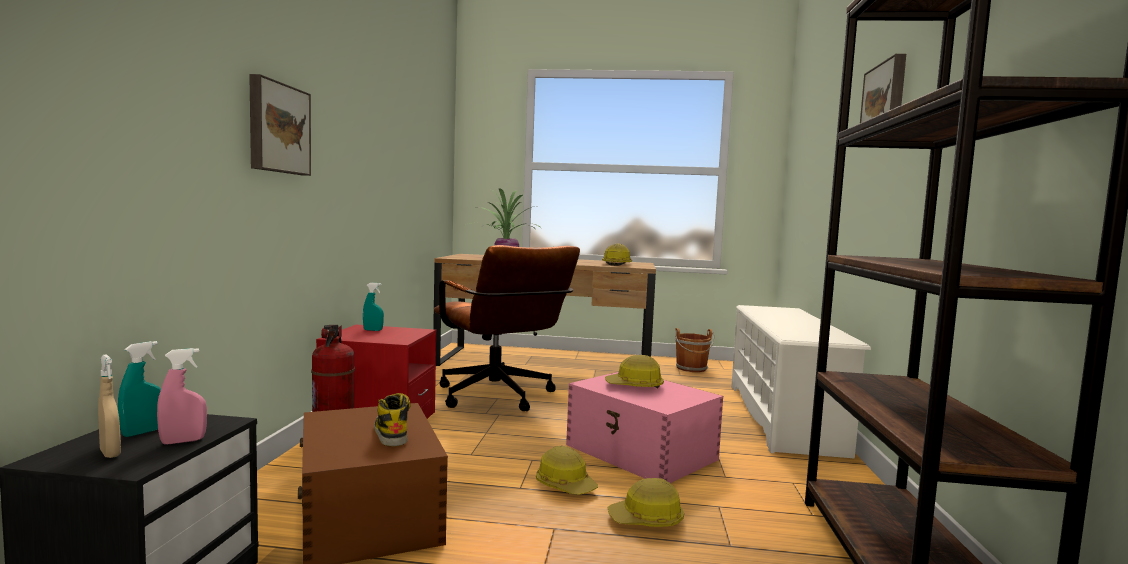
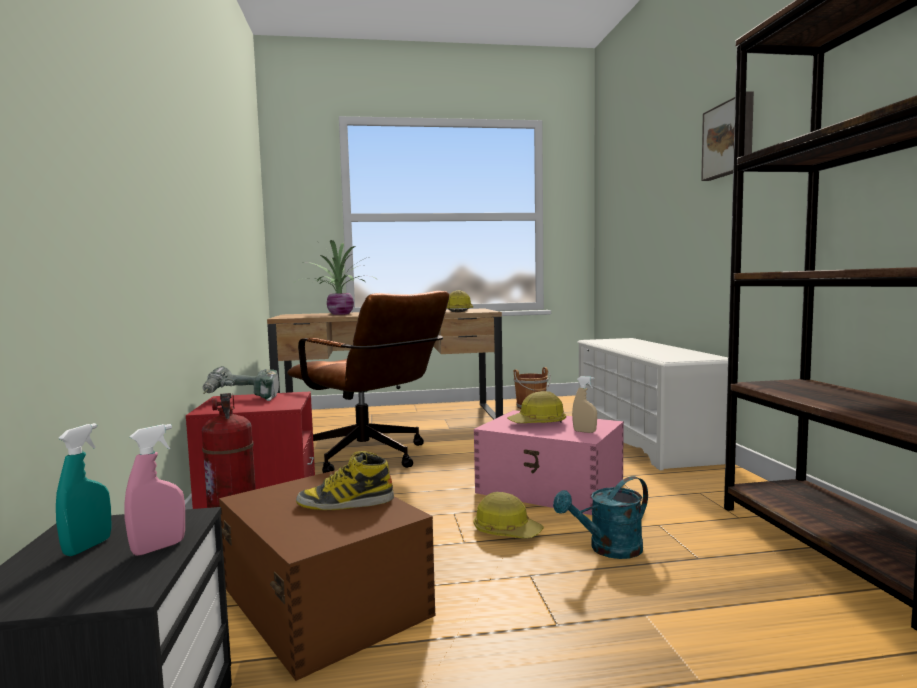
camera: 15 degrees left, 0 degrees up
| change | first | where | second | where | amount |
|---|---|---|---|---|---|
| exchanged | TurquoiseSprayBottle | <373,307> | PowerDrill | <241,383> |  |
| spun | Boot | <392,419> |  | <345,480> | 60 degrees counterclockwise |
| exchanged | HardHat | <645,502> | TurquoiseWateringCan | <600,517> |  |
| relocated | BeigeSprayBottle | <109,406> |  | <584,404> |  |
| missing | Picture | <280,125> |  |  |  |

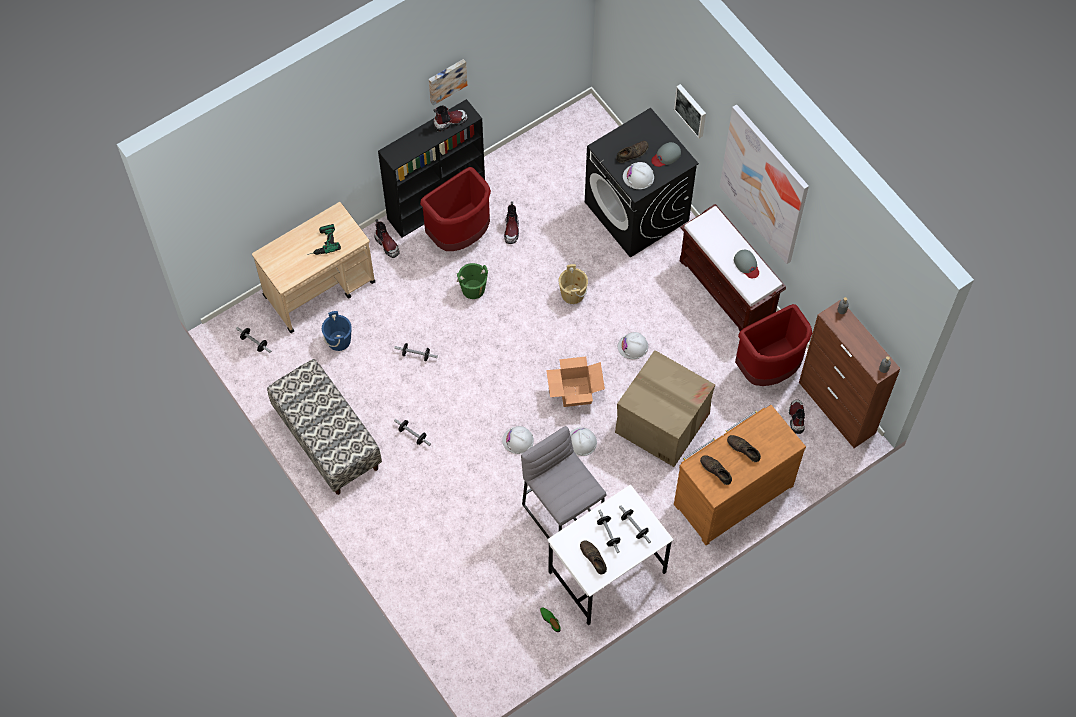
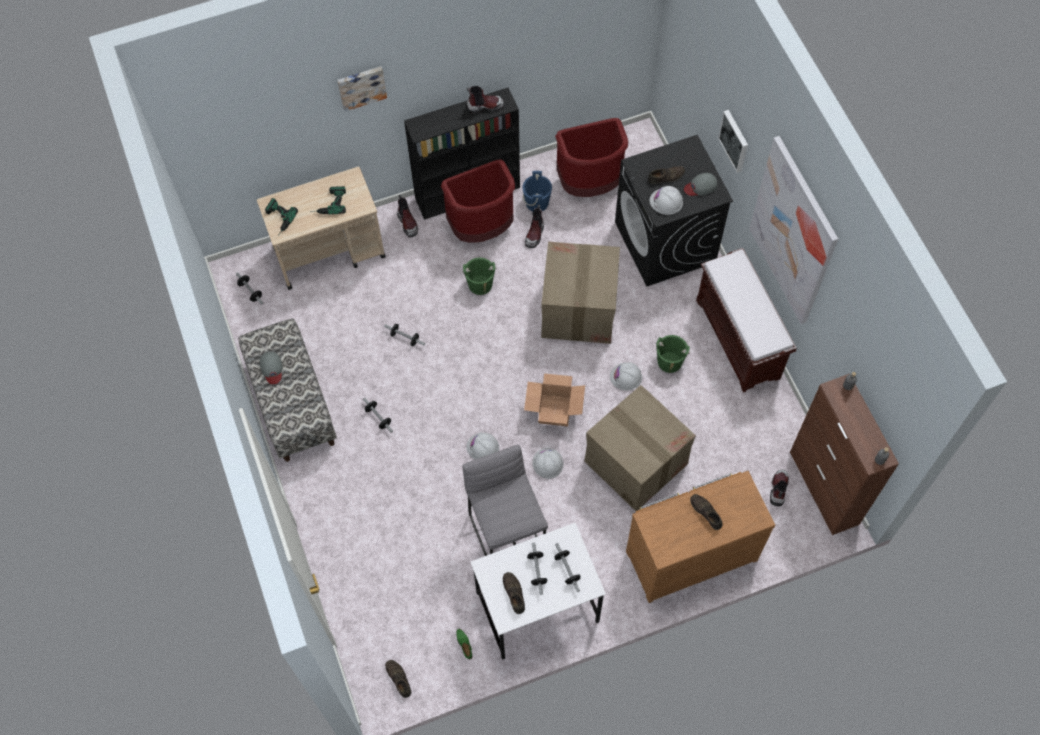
camera: 15 degrees right, 0 degrees up
| change | first | where | second | where | amount |
|---|---|---|---|---|---|
| relocated | GreyCap | <746,264> |  | <271,368> |  |
| appeared |  |  | PowerDrill | <281,217> |  |
| relocated | Picture | <448,82> |  | <362,88> |  |
| relocated | BrownShoe | <716,470> |  | <398,679> |  |
| relocated | BlueBucket | <337,331> |  | <537,191> |  |
| exchanged | BeigeBucket | <573,284> | CardboardBox | <580,292> |  |
| relocated | RedTrashCan | <773,345> |  | <591,157> |  |
| appeared |  |  | GreenBucket | <673,354> |  |

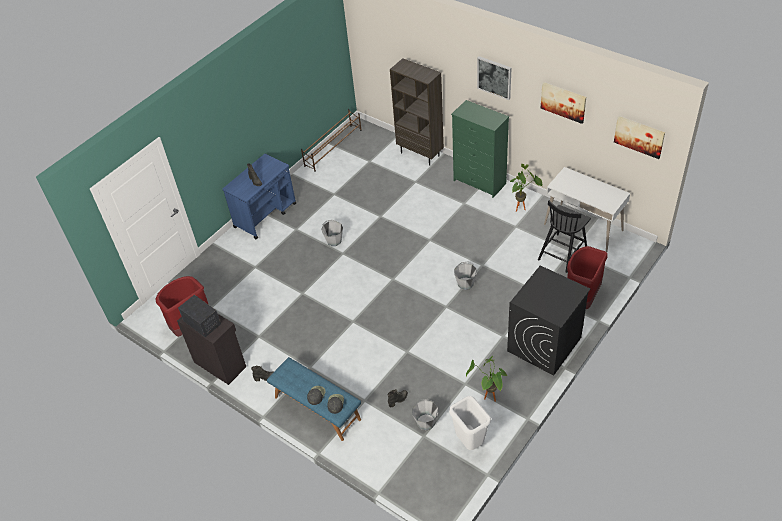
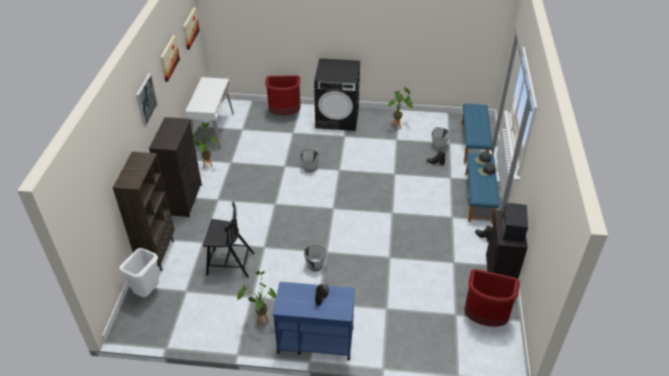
camera: 125 degrees left, 5 degrees down
| change | first | where | second | where | amount |
|---|---|---|---|---|---|
| relocated | WhiteTrashCan | <470,423> |  | <139,272> |  |
| colour | GreenDresser | <480,149> | BlackDresser | <175,167> |  |
| relocated | BlackChair | <564,236> |  | <228,239> |  |
| appeared |  |  | PottedPlant | <256,298> |  |
| appeared |  |  | BlueBench | <477,134> |  |
| missing | BrownShoeRack | <331,140> |  |  |  |

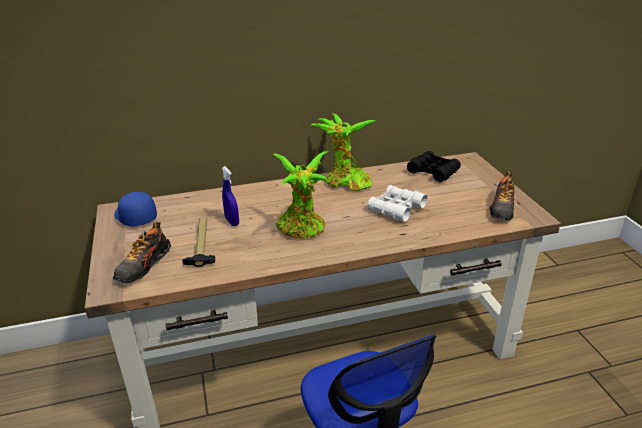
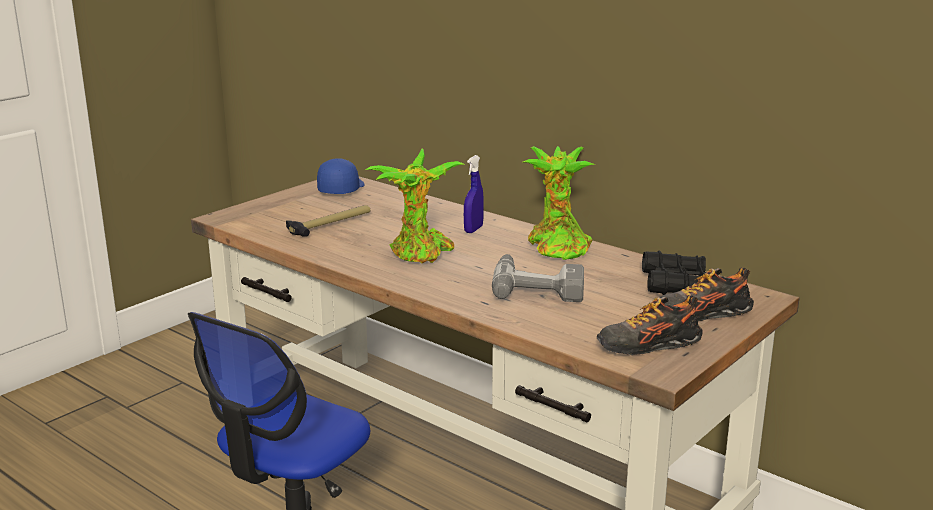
camera: 55 degrees right, 10 degrees down
| change | first | where | second | where | amount |
|---|---|---|---|---|---|
| relocated | BlueSprayBottle | <230,196> |  | <474,194> |  |
| exchanged | WhiteBinoculars | <397,203> | PowerDrill | <538,278> |  |
| relocated | Shoe | <142,252> |  | <706,294> |  |

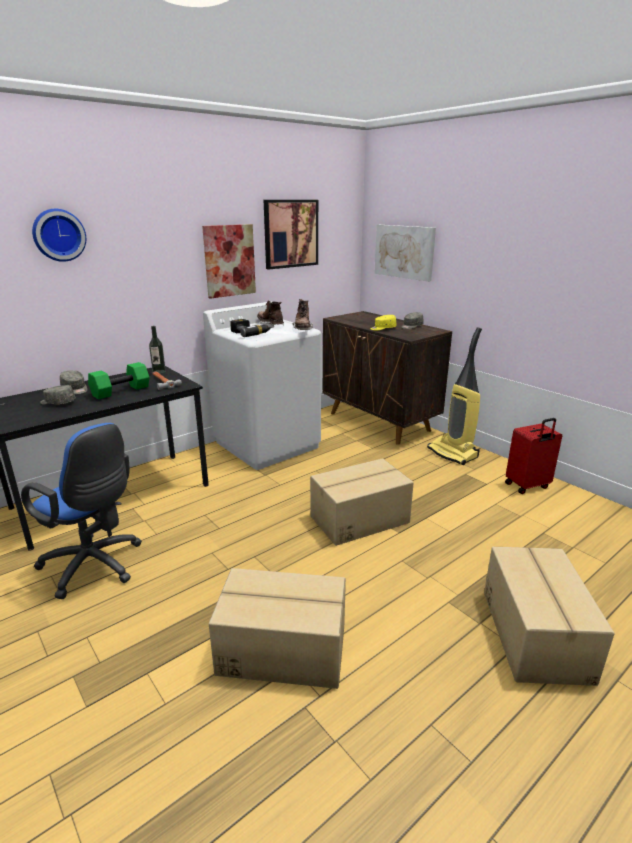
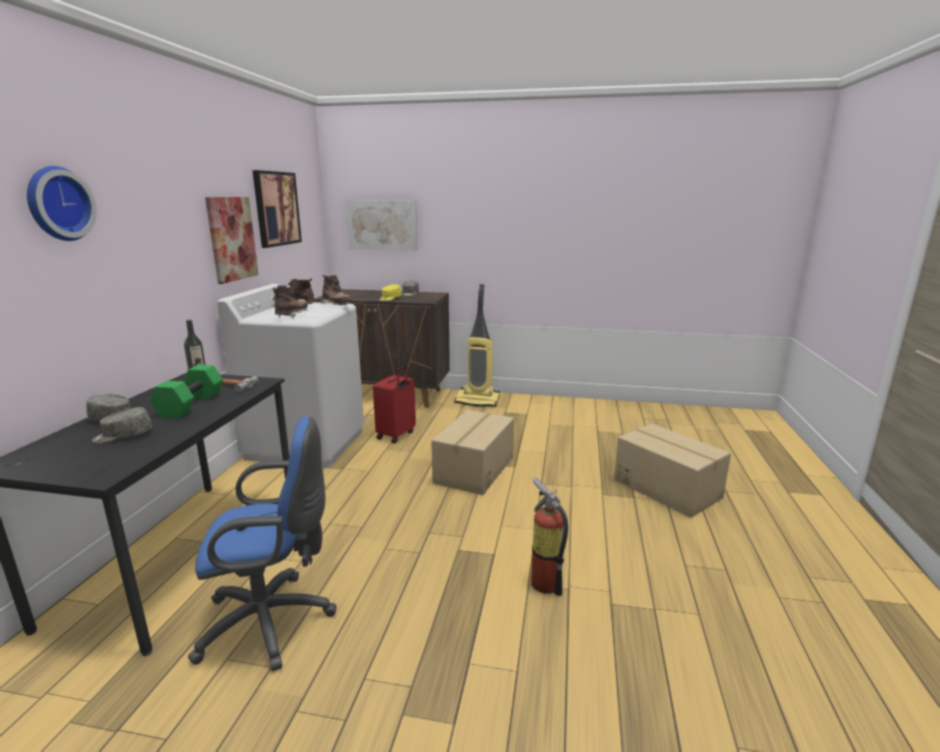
camera: 40 degrees left, 5 degrees down
| change | first | where | second | where | amount |
|---|---|---|---|---|---|
| exchanged | PowerDrill | <251,328> | BrownBoot | <290,301> |  |
| relocated | RedSuitcase | <533,456> |  | <394,404> |  |
| exchanged | CardboardBox | <277,628> | FireExtinguisher | <549,536> |  |

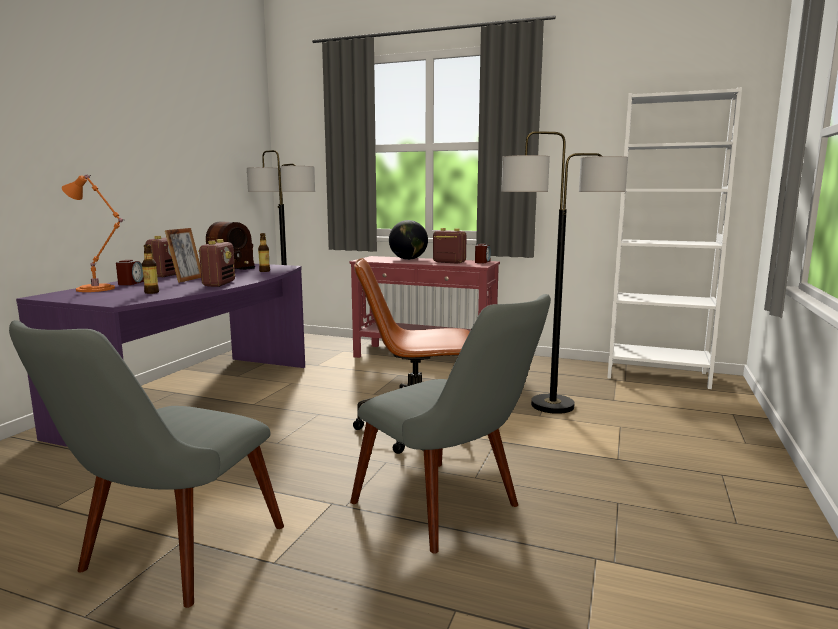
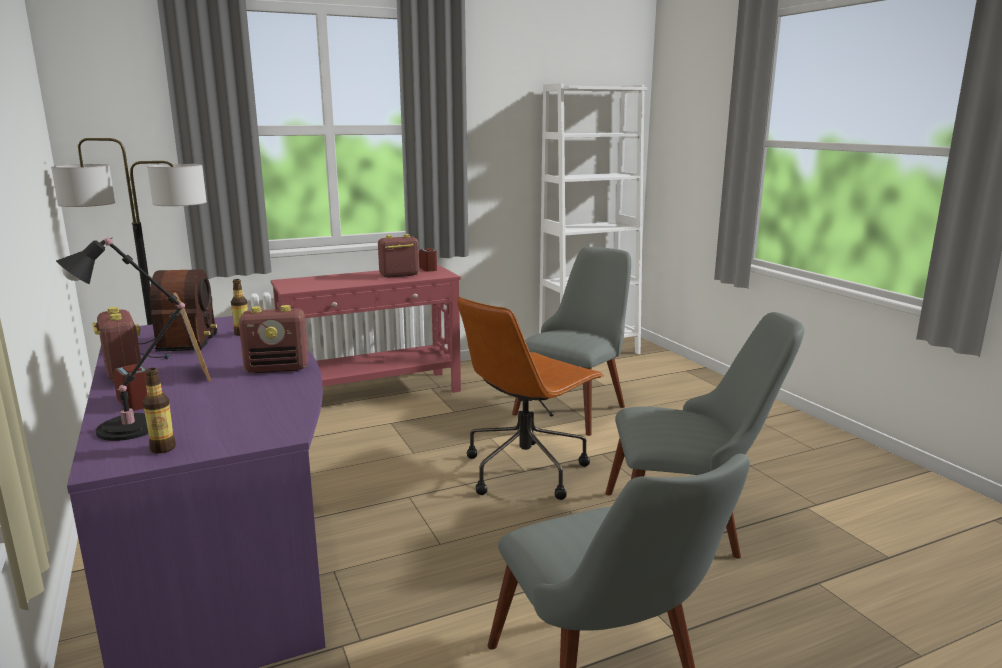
camera: 45 degrees left, 5 degrees up
| change | first | where | second | where | amount |
|---|---|---|---|---|---|
| colour | OrangeTableLamp | <92,233> | BlackTableLamp | <121,339> |  |
| relocated | Bottle | <150,269> |  | <159,410> |  |
| spun | Radio | <216,263> |  | <273,339> | 120 degrees clockwise |
| exchanged | FloorLamp | <564,272> | GreyChair | <571,341> |  |
| missing | Globe | <408,240> |  |  |  |

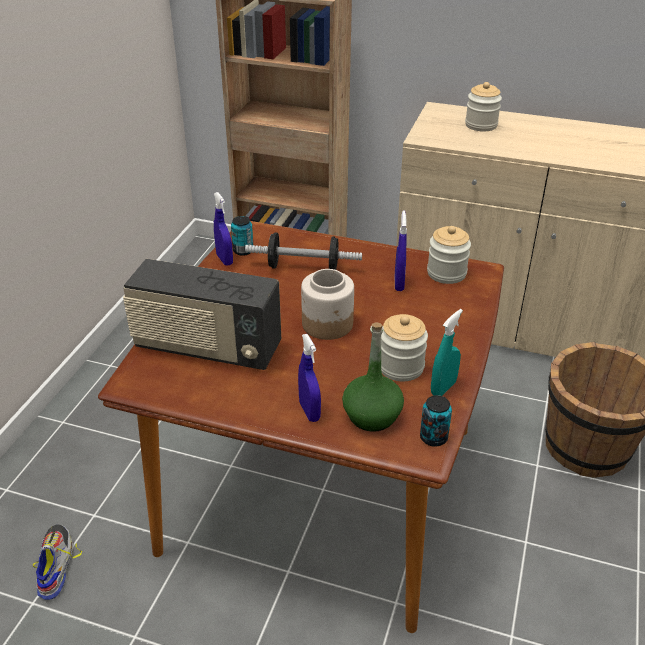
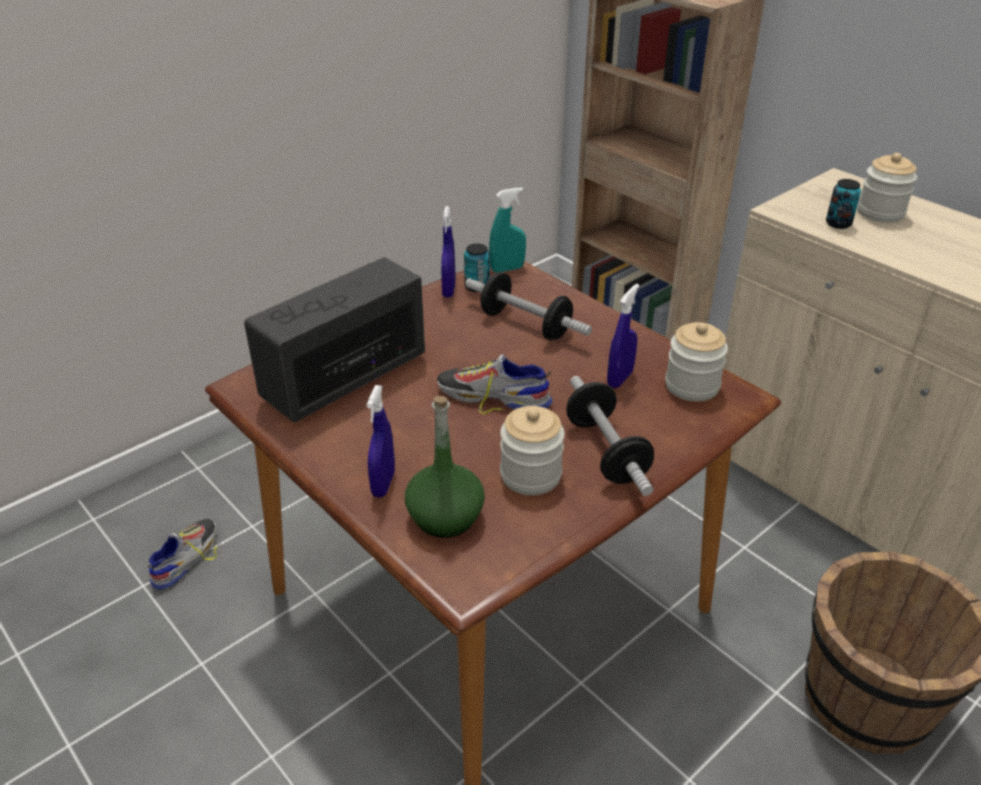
camera: 30 degrees right, 0 degrees up
| change | first | where | second | where | amount |
|---|---|---|---|---|---|
| spun | Radio | <202,314> |  | <334,339> | 90 degrees clockwise |
| exchanged | Jar | <327,304> | Shoe | <495,385> |  |
| relocated | TurquoiseSprayBottle | <447,352> |  | <507,230> |  |
| appeared |  |  | Dumbbell | <610,436> |  |
| relocated | Can | <436,421> |  | <843,204> |  |

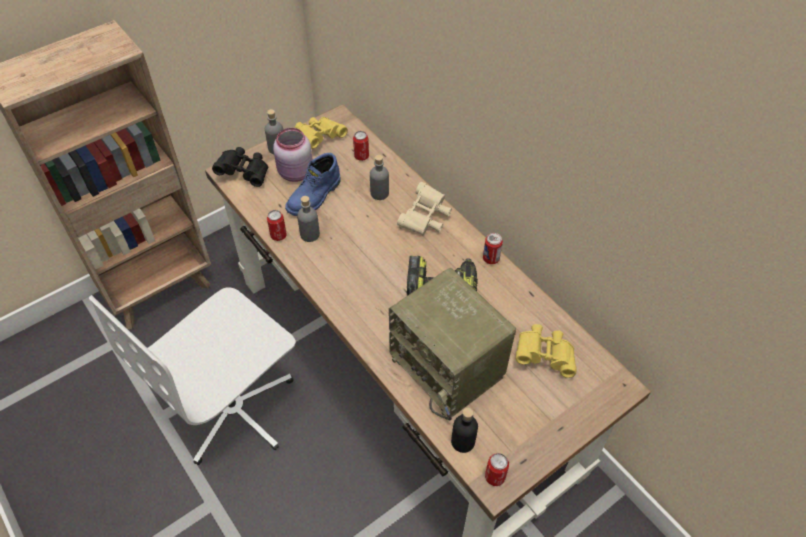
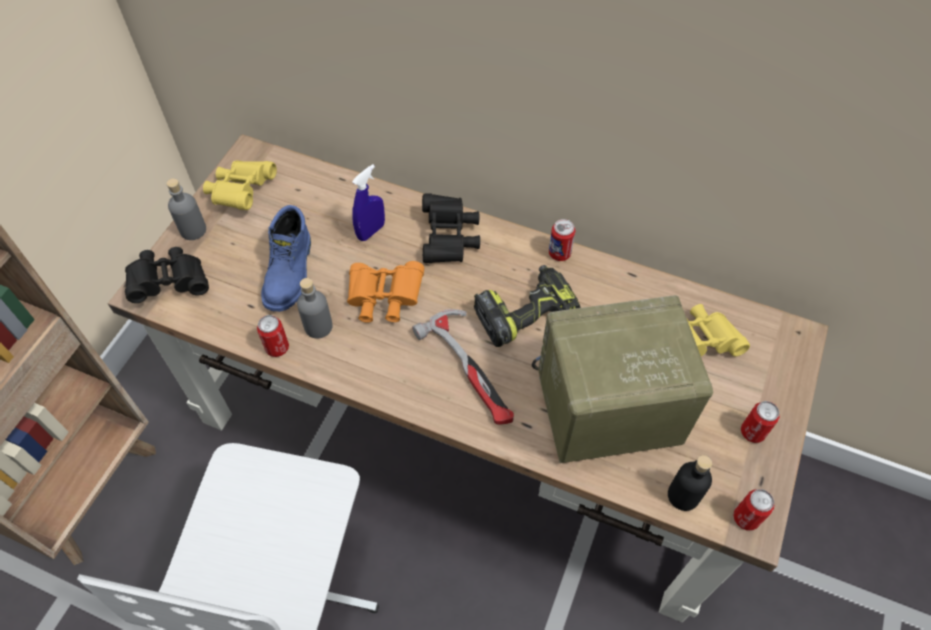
camera: 30 degrees left, 5 degrees up
| change | first | where | second | where | amount |
|---|---|---|---|---|---|
| appeared |  |  | OrangeBinoculars | <385,292> |  |
| exchanged | GreyBottle | <379,177> | BlueSprayBottle | <368,202> |  |
| appeared |  |  | Hammer | <463,367> |  |
| colour | BeigeBinoculars | <424,209> | BlackBinoculars | <451,228> |  |
| spun | Radio | <452,344> |  | <622,379> | 150 degrees clockwise |
| relocated | Can | <361,146> |  | <760,422> |  |
| missing | PinkJar | <293,155> |  |  |  |

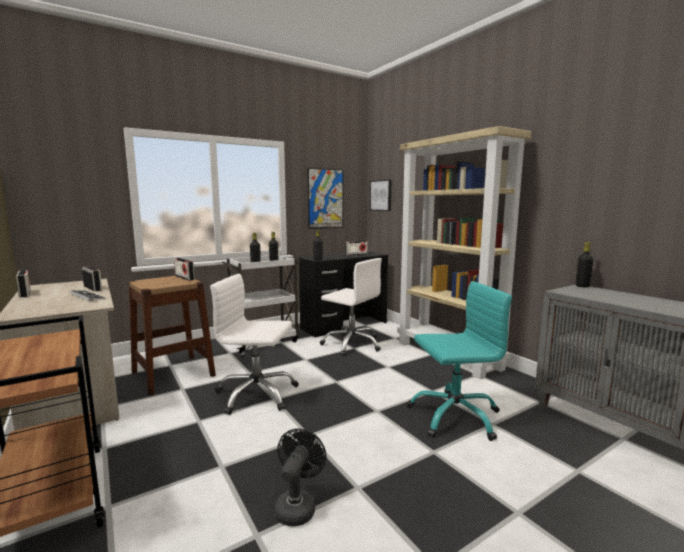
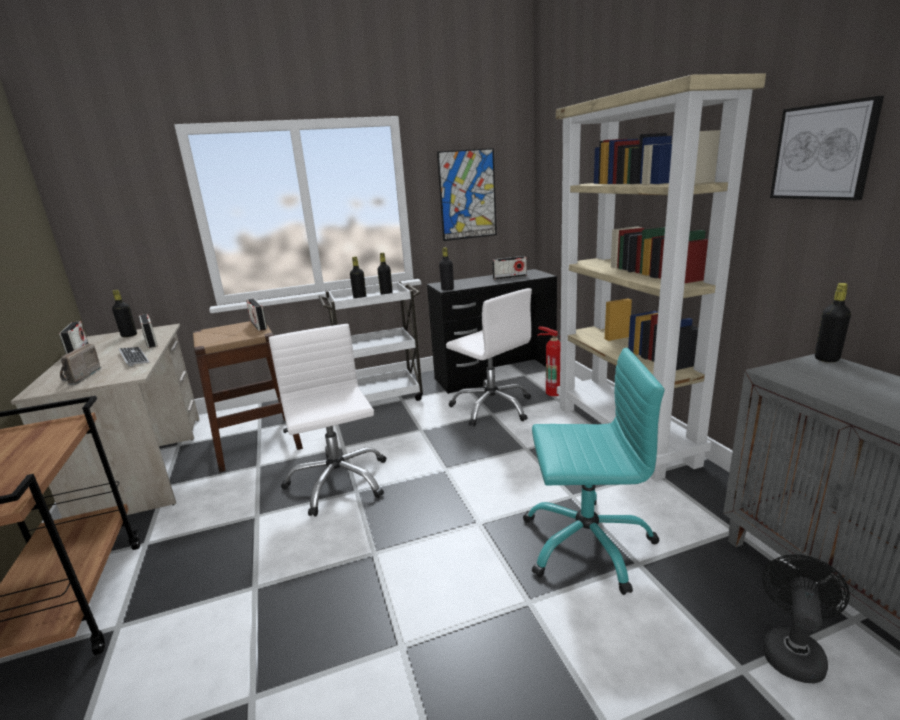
camera: 15 degrees right, 10 degrees up
| change | first | where | second | where | amount |
|---|---|---|---|---|---|
| appeared |  |  | Radio | <81,364> |  |
| appeared |  |  | BlackBottle | <124,313> |  |
| spun | WhiteOfficeChair | <254,344> |  | <327,420> | 45 degrees clockwise |
| appeared |  |  | FireExtinguisher | <549,361> |  |
| relocated | BlackFan | <300,477> |  | <806,618> |  |
| relocated | Picture | <381,195> |  | <827,148> |  |

